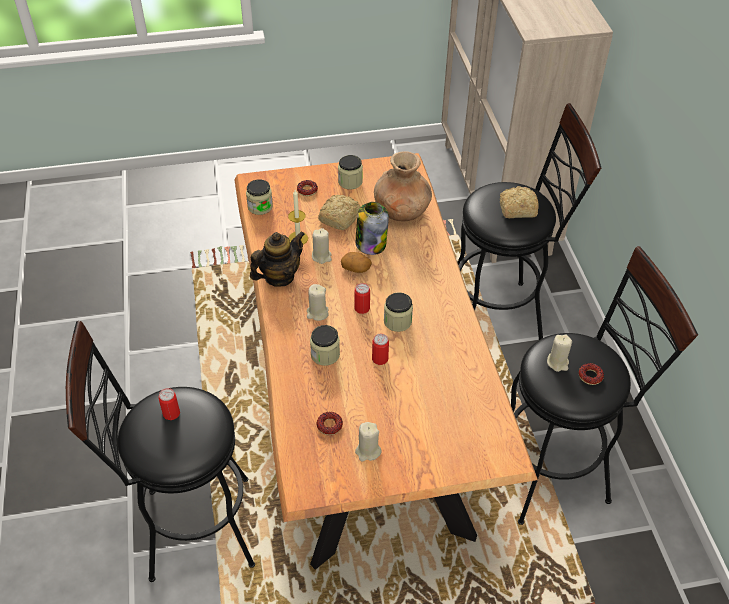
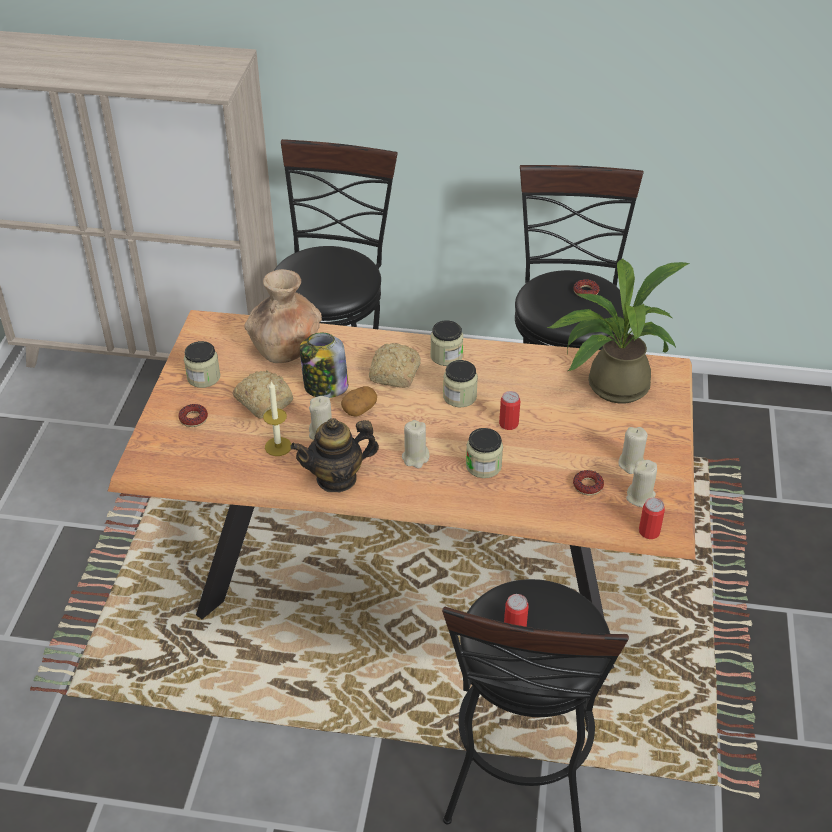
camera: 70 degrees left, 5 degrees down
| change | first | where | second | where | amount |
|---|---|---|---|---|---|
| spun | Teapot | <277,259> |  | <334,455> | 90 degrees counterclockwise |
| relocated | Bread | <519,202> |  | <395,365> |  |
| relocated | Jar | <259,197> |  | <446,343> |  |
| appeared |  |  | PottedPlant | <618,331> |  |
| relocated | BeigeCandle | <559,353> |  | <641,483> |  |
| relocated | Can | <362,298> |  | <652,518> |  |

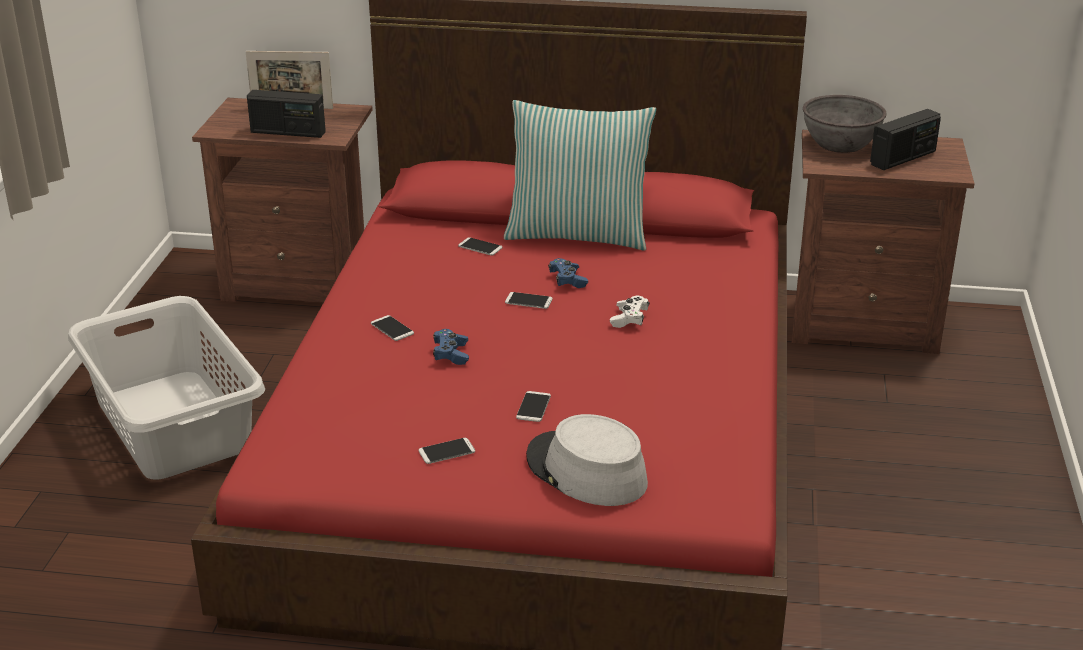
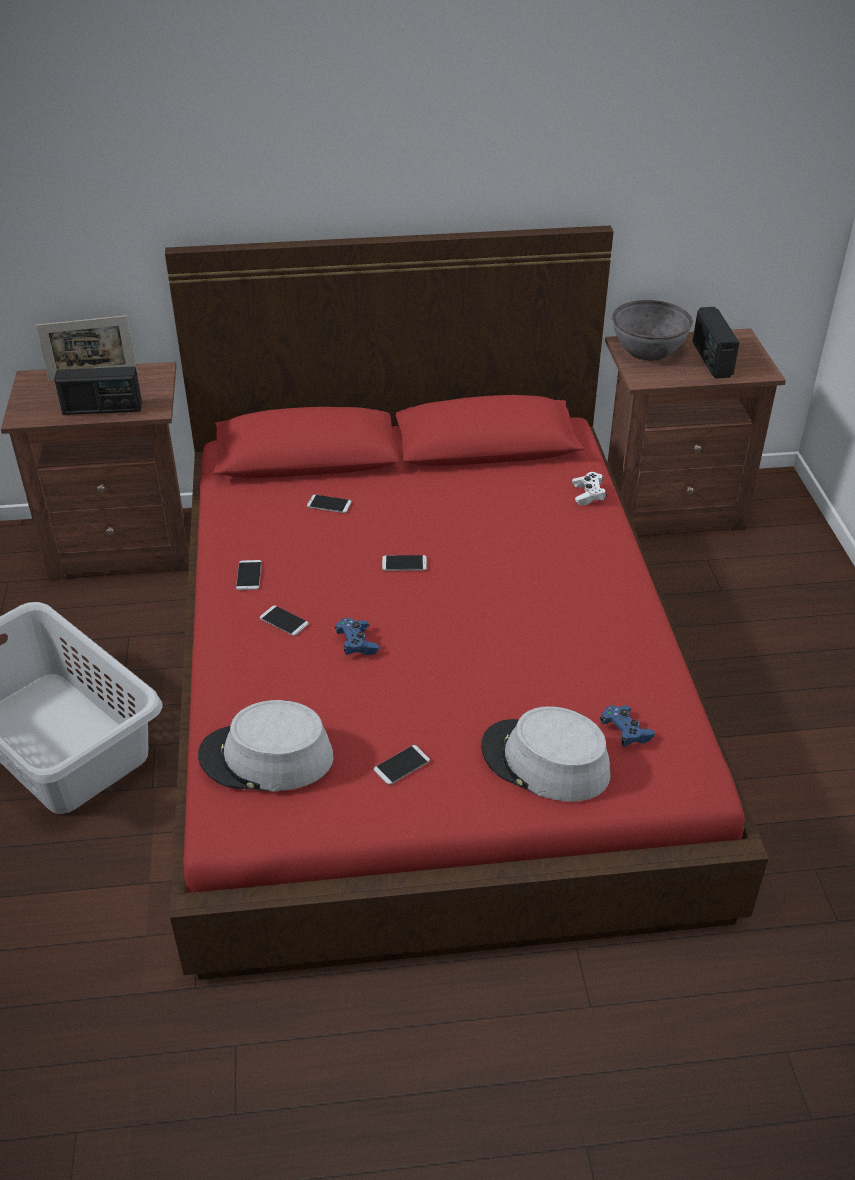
camera: 15 degrees left, 10 degrees up
| change | first | where | second | where | amount |
|---|---|---|---|---|---|
| appeared |  |  | GreyHat | <266,745> |  |
| relocated | Phone | <533,406> |  | <249,575> |  |
| relocated | WhiteGameController | <630,312> |  | <589,488> |  |
| relocated | BlueGameController | <568,273> |  | <627,726> |  |
| spun | Radio | <905,139> |  | <716,342> | 135 degrees clockwise |
| missing | Pillow | <580,175> |  |  |  |

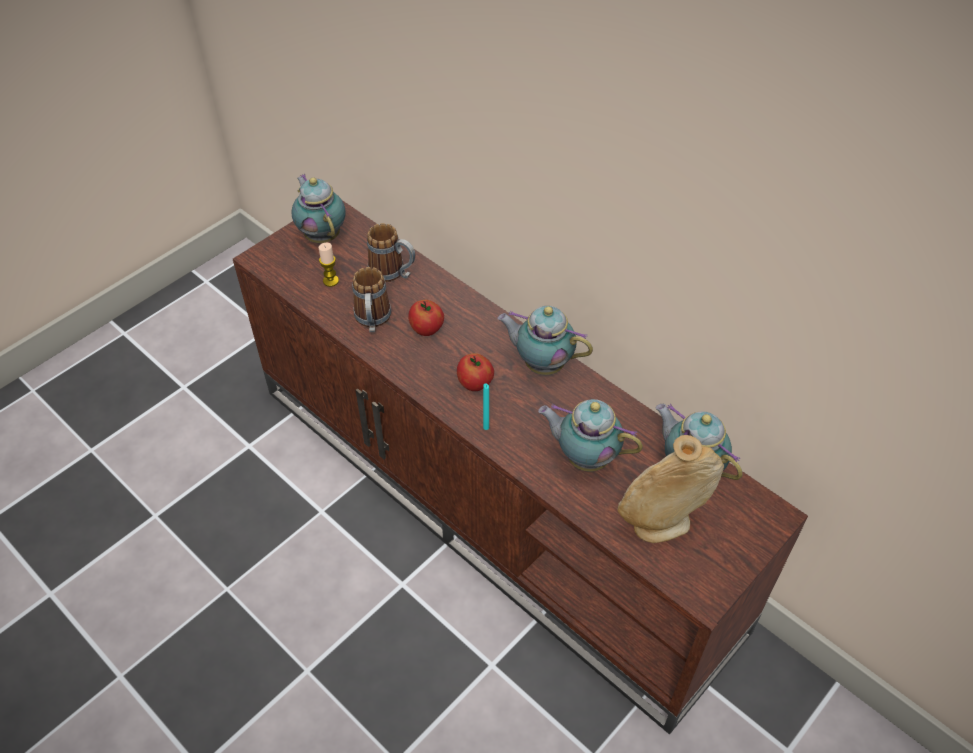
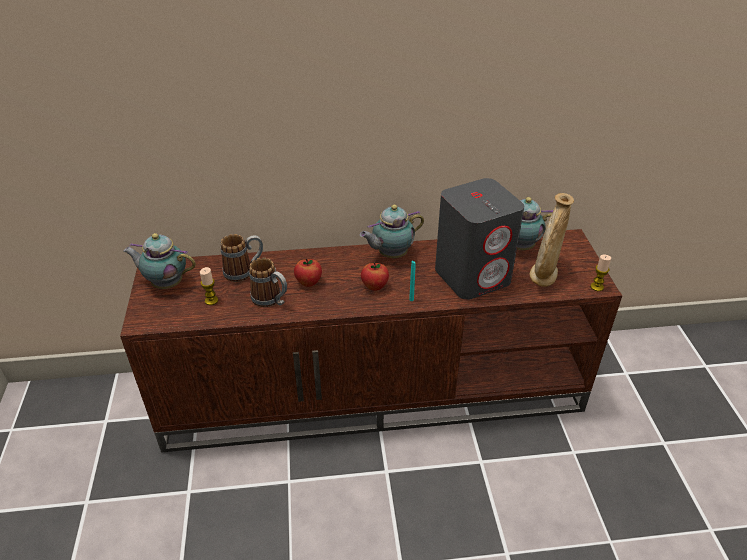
camera: 50 degrees left, 10 degrees down
| change | first | where | second | where | amount |
|---|---|---|---|---|---|
| exchanged | Teapot | <590,435> | GreySpeaker | <479,239> |  |
| appeared |  |  | Candle | <600,273> |  |

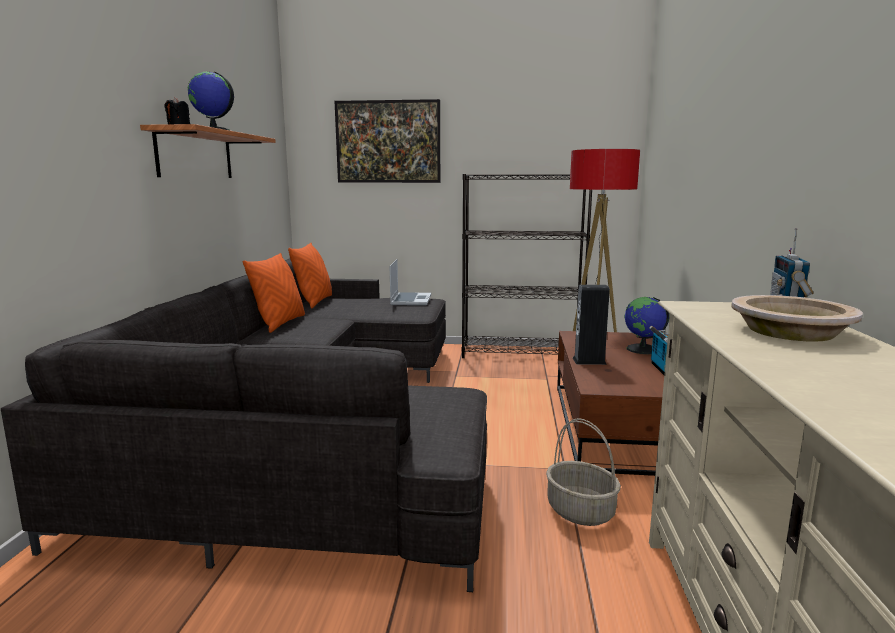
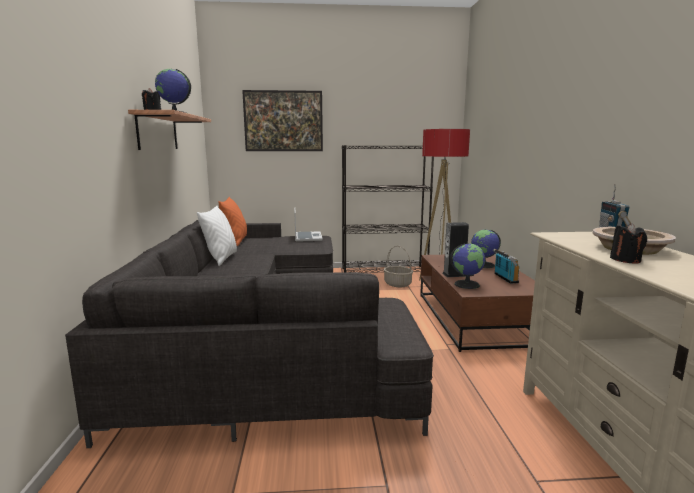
camera: 10 degrees left, 0 degrees up
| change | first | where | second | where | amount |
|---|---|---|---|---|---|
| colour | OrangePillow | <274,293> | WhitePillow | <217,236> |  |
| relocated | Basket | <583,472> |  | <398,266> |  |
| appeared |  |  | Globe | <467,266> |  |
| appeared |  |  | BlackCandle | <628,243> |  |

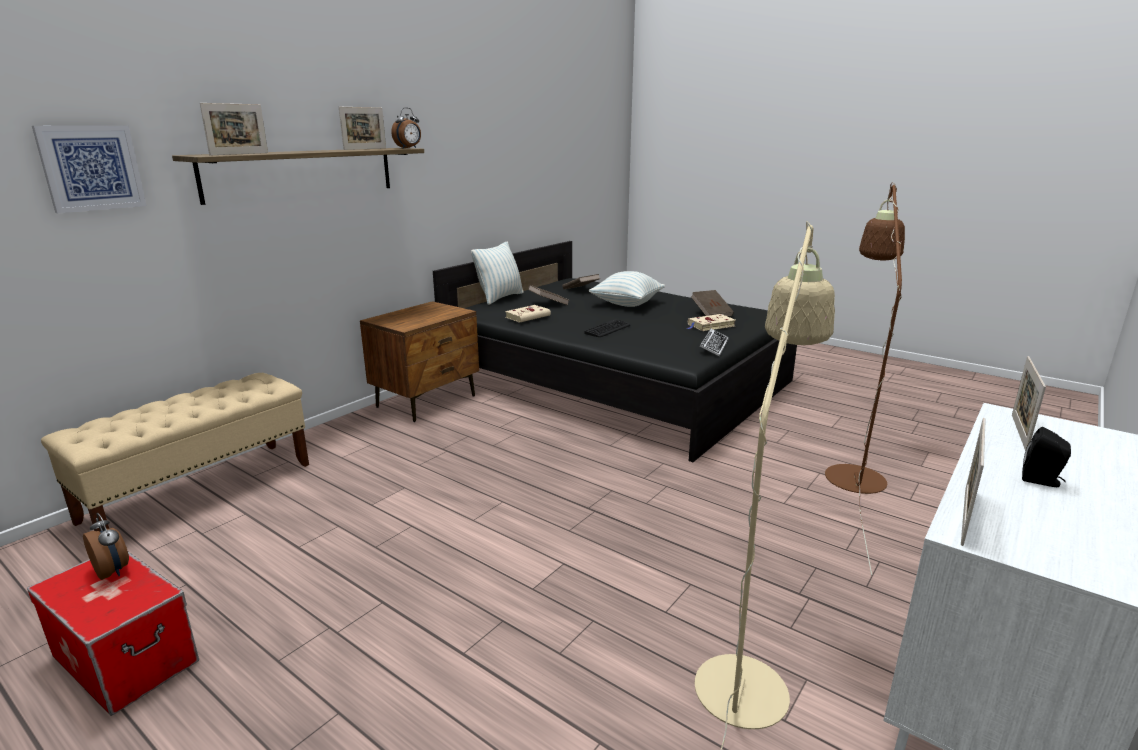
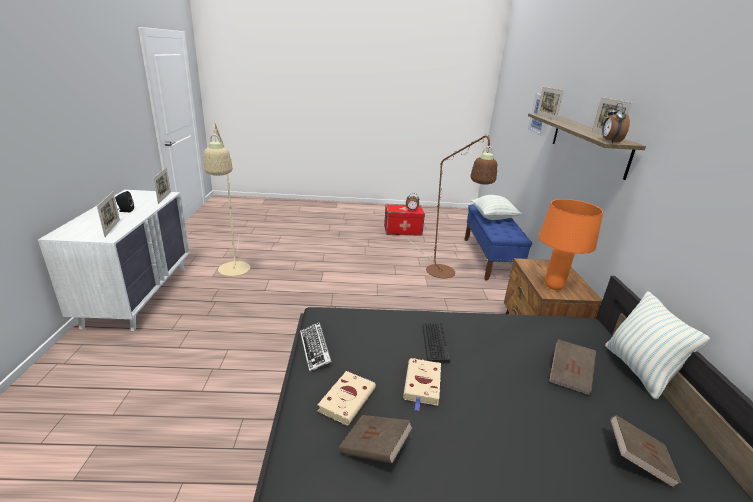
camera: 140 degrees right, 5 degrees up
| change | first | where | second | where | amount |
|---|---|---|---|---|---|
| relocated | BeigeBook | <528,313> |  | <422,384> |  |
| relocated | BrownFloorLamp | <865,379> |  | <452,206> |  |
| colour | BeigeBench | <175,452> | BlueBench | <498,242> |  |
| relocated | Pillow | <627,289> |  | <496,207> |  |
| appeared |  |  | OrangeTableLamp | <571,244> |  |

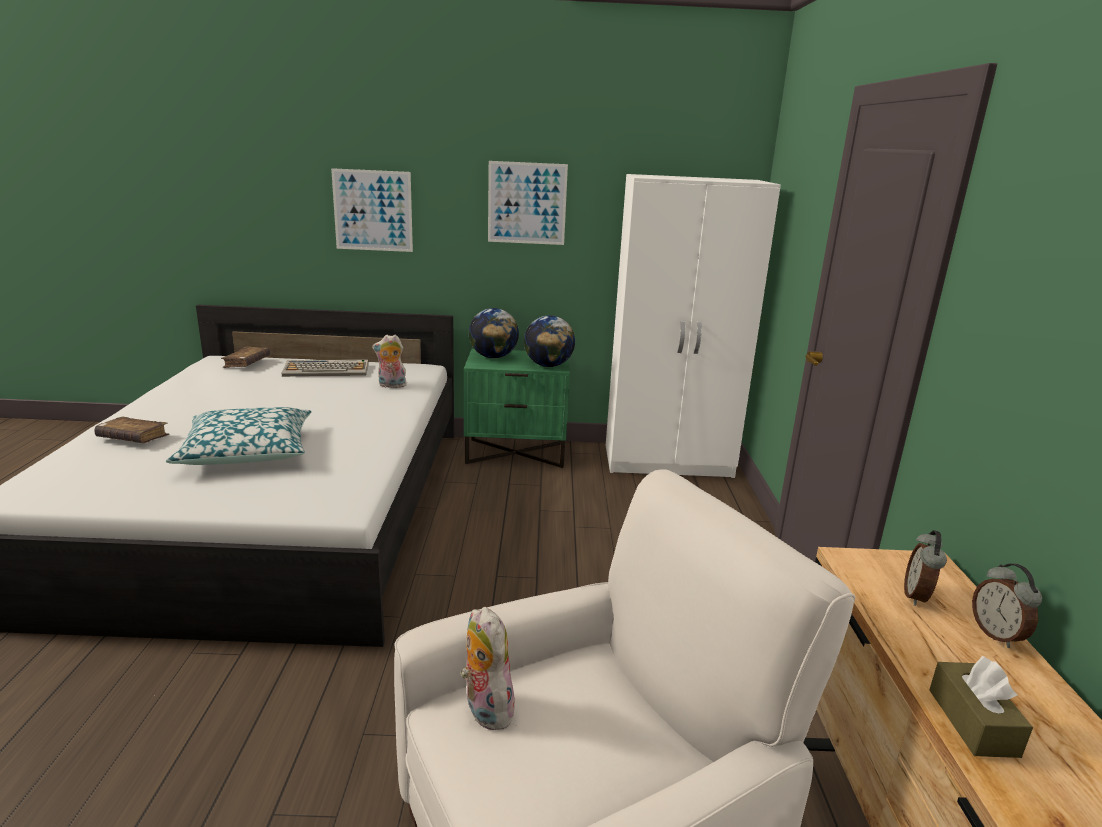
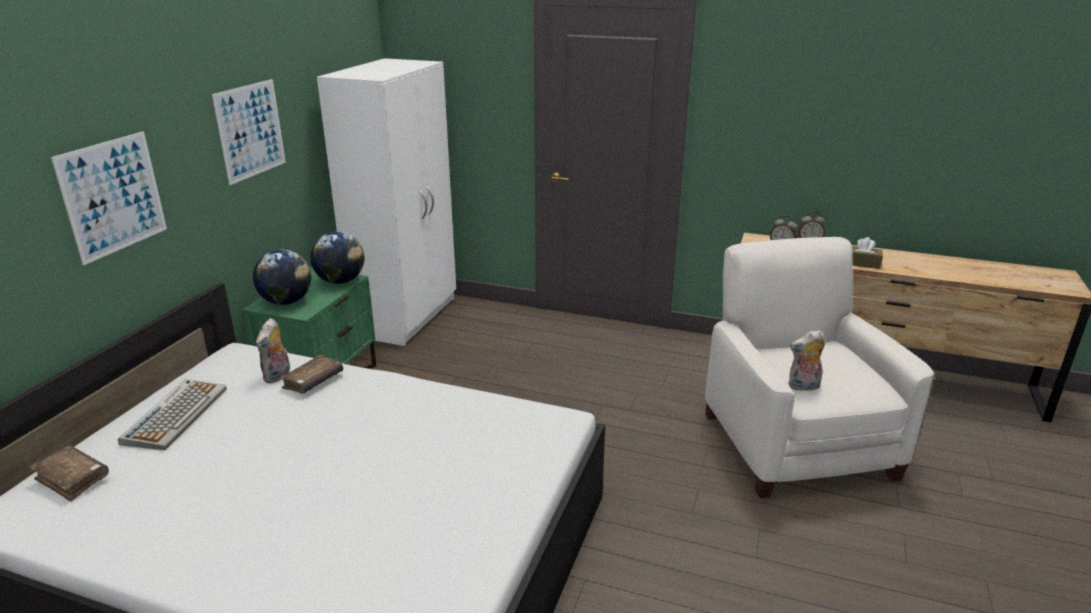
camera: 70 degrees left, 5 degrees up
| change | first | where | second | where | amount |
|---|---|---|---|---|---|
| relocated | BrownBook | <132,429> |  | <311,374> |  |
| missing | Pillow | <238,436> |  |  |  |

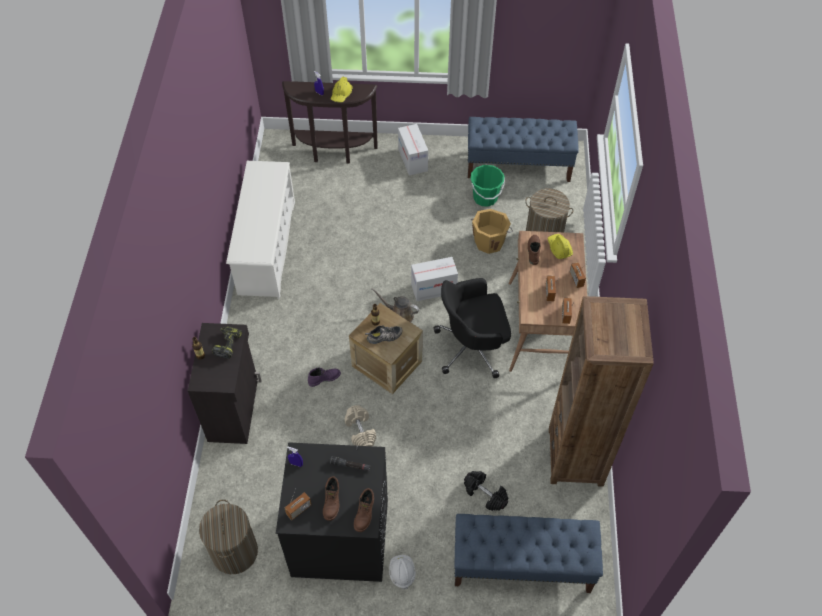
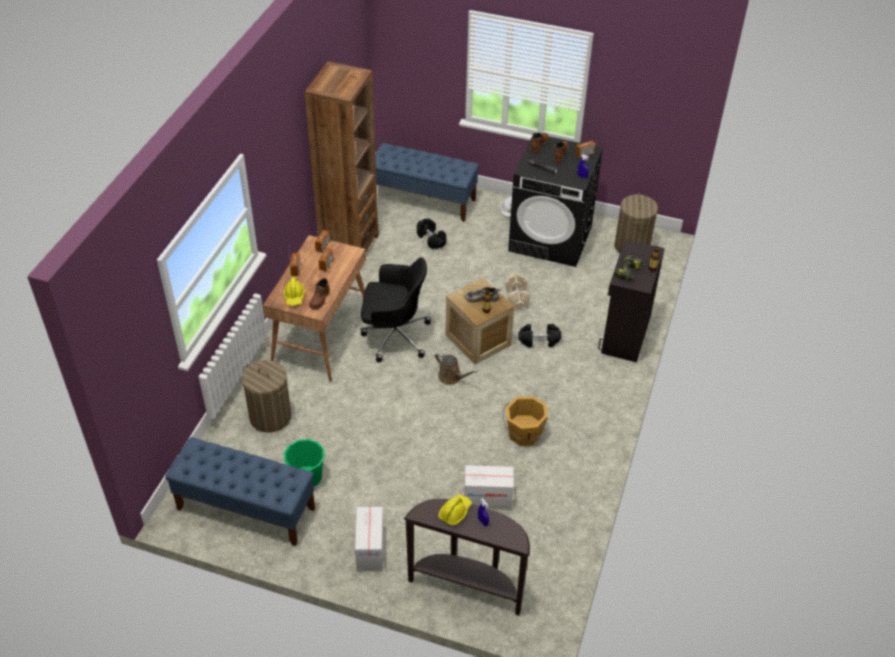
camera: 165 degrees left, 10 degrees down
| change | first | where | second | where | amount |
|---|---|---|---|---|---|
| relocated | CardboardBox | <434,279> |  | <489,487> |  |
| relocated | OrangeBucket | <492,231> |  | <525,421> |  |
| exchanged | PurpleBoot | <324,377> | BlackDumbbell | <539,335> |  |
| missing | WhiteShoeRack | <260,230> |  |  |  |

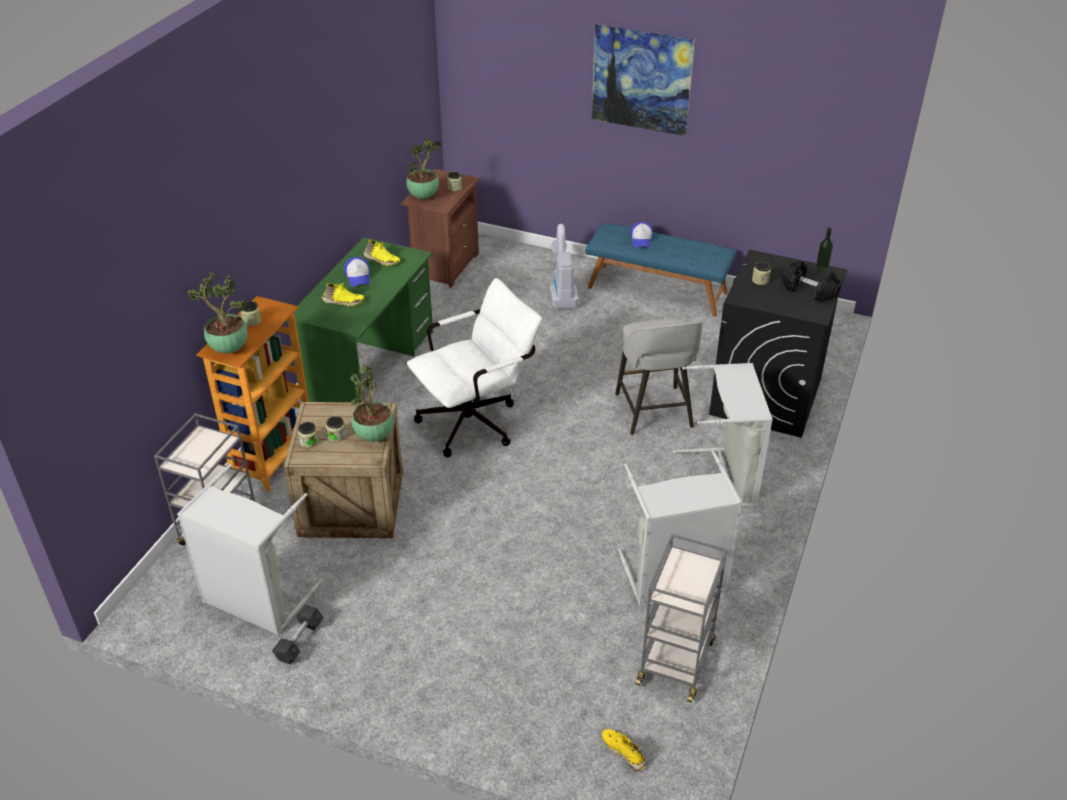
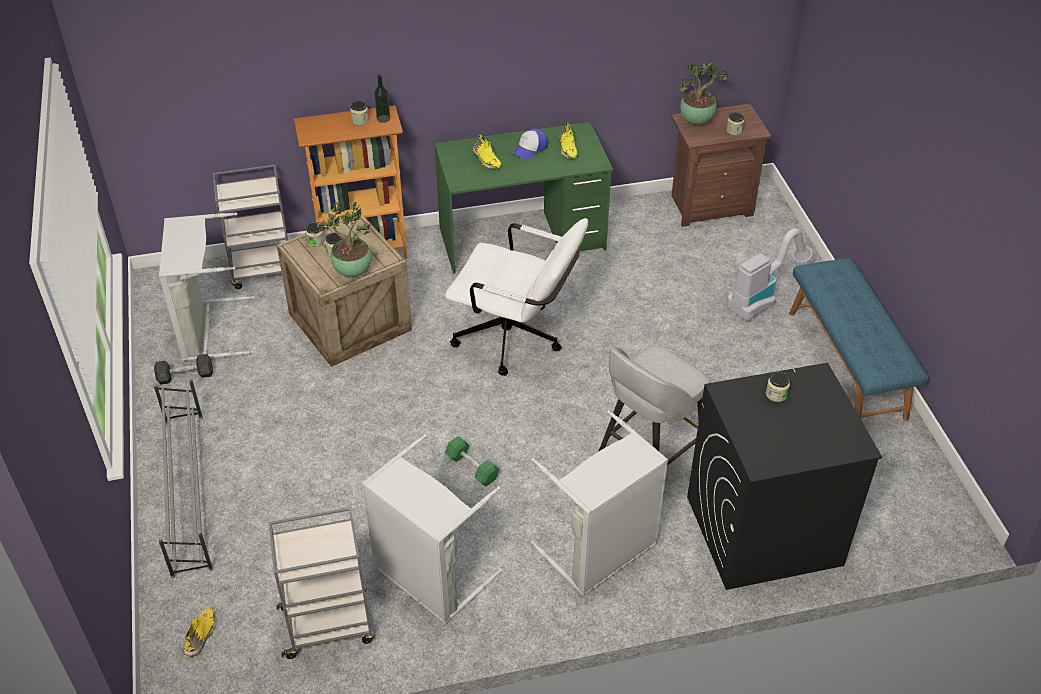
camera: 55 degrees right, 5 degrees up
| change | first | where | second | where | amount |
|---|---|---|---|---|---|
| appeared |  |  | GreyShoeRack | <183,478> |  |
| relocated | Bottle | <824,250> |  | <382,98> |  |
| appeared |  |  | GreenDumbbell | <472,461> |  |
| missing | PottedPlant | <218,313> |  |  |  |
| missing | Picture | <643,80> |  |  |  |
| missing | Cap | <641,235> |  |  |  |
| missing | BlackDumbbell | <811,281> |  |  |  |

